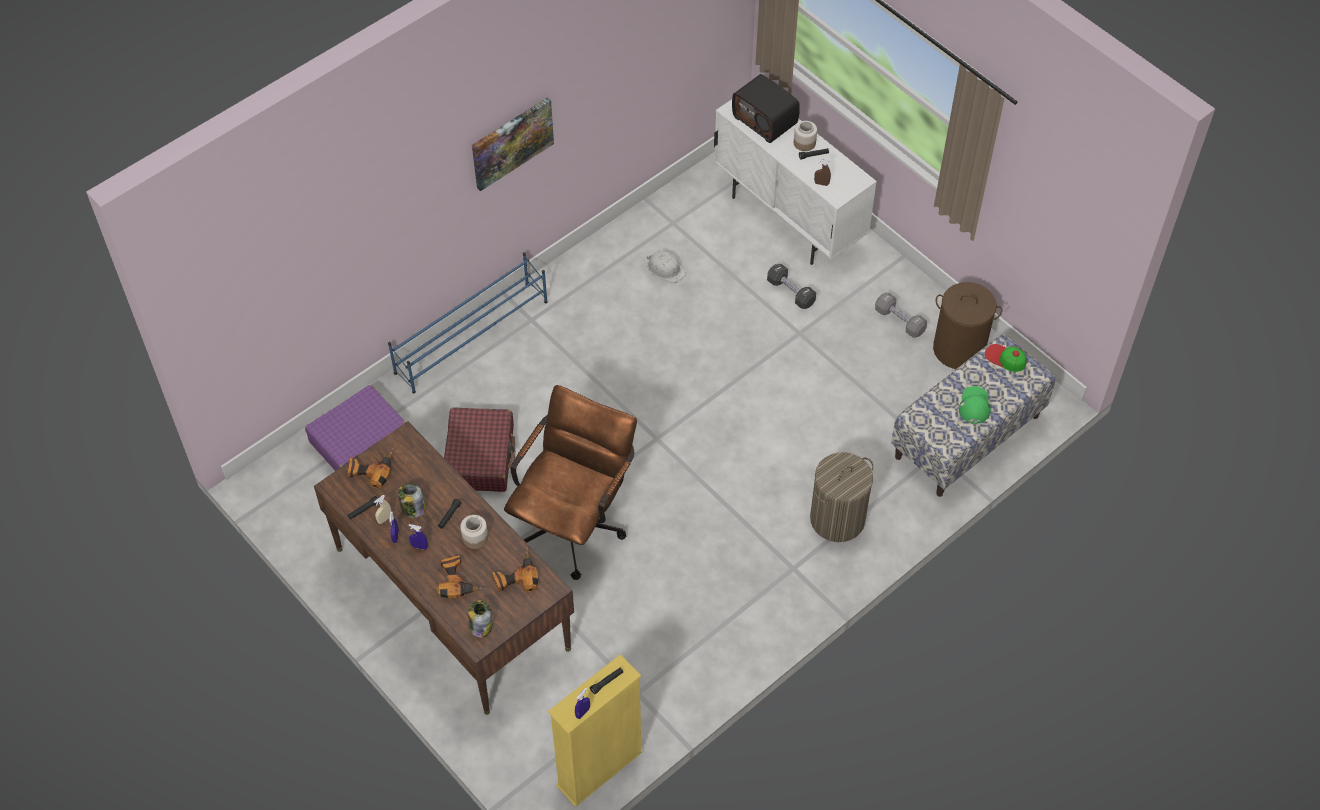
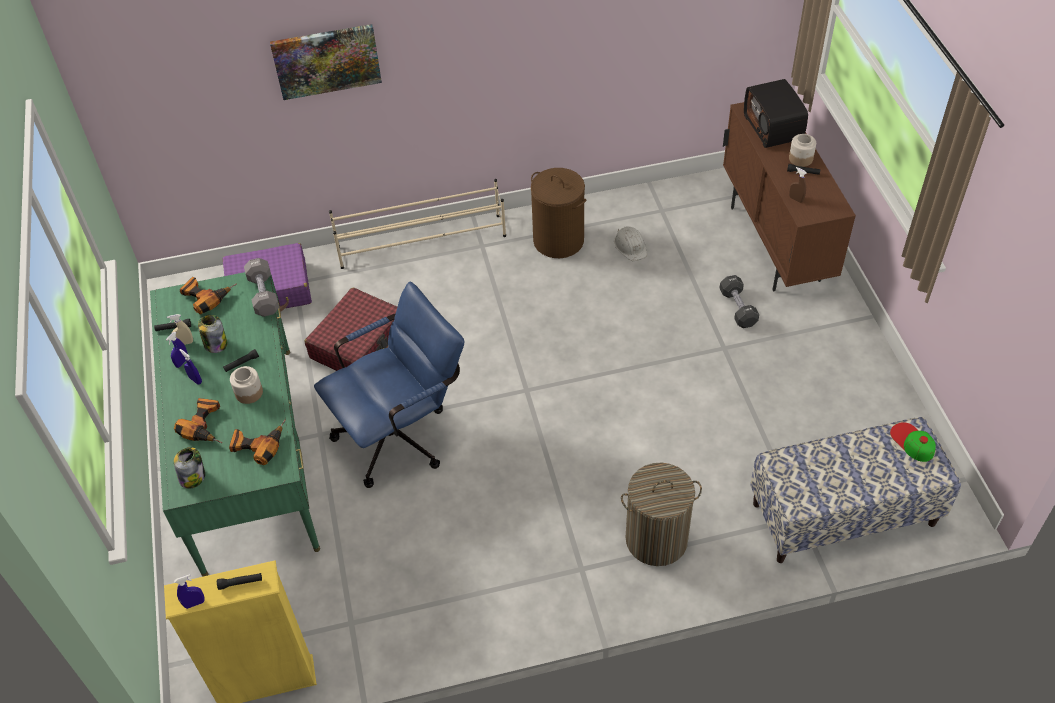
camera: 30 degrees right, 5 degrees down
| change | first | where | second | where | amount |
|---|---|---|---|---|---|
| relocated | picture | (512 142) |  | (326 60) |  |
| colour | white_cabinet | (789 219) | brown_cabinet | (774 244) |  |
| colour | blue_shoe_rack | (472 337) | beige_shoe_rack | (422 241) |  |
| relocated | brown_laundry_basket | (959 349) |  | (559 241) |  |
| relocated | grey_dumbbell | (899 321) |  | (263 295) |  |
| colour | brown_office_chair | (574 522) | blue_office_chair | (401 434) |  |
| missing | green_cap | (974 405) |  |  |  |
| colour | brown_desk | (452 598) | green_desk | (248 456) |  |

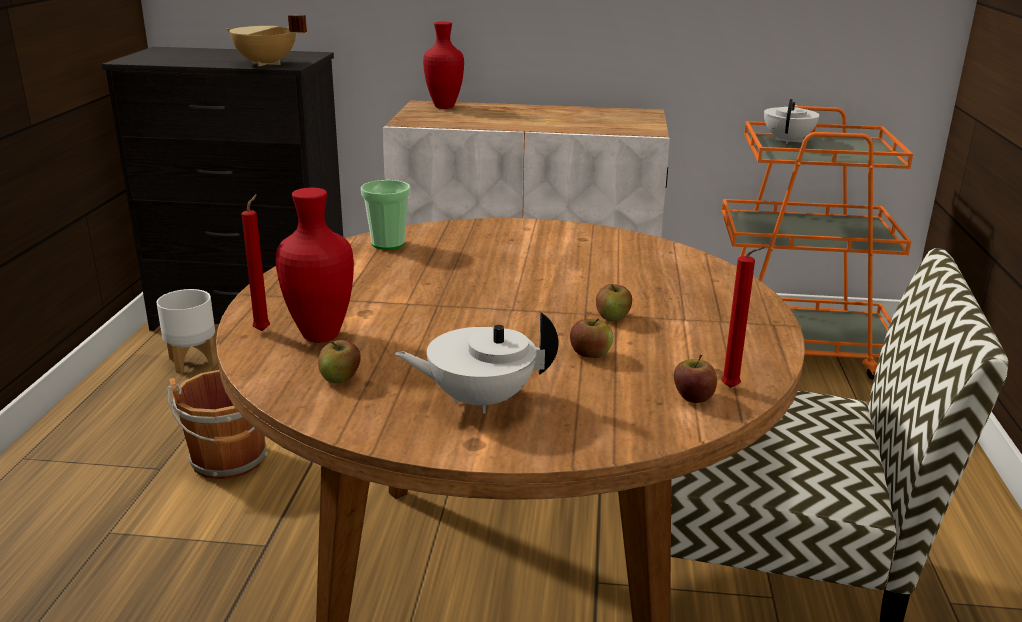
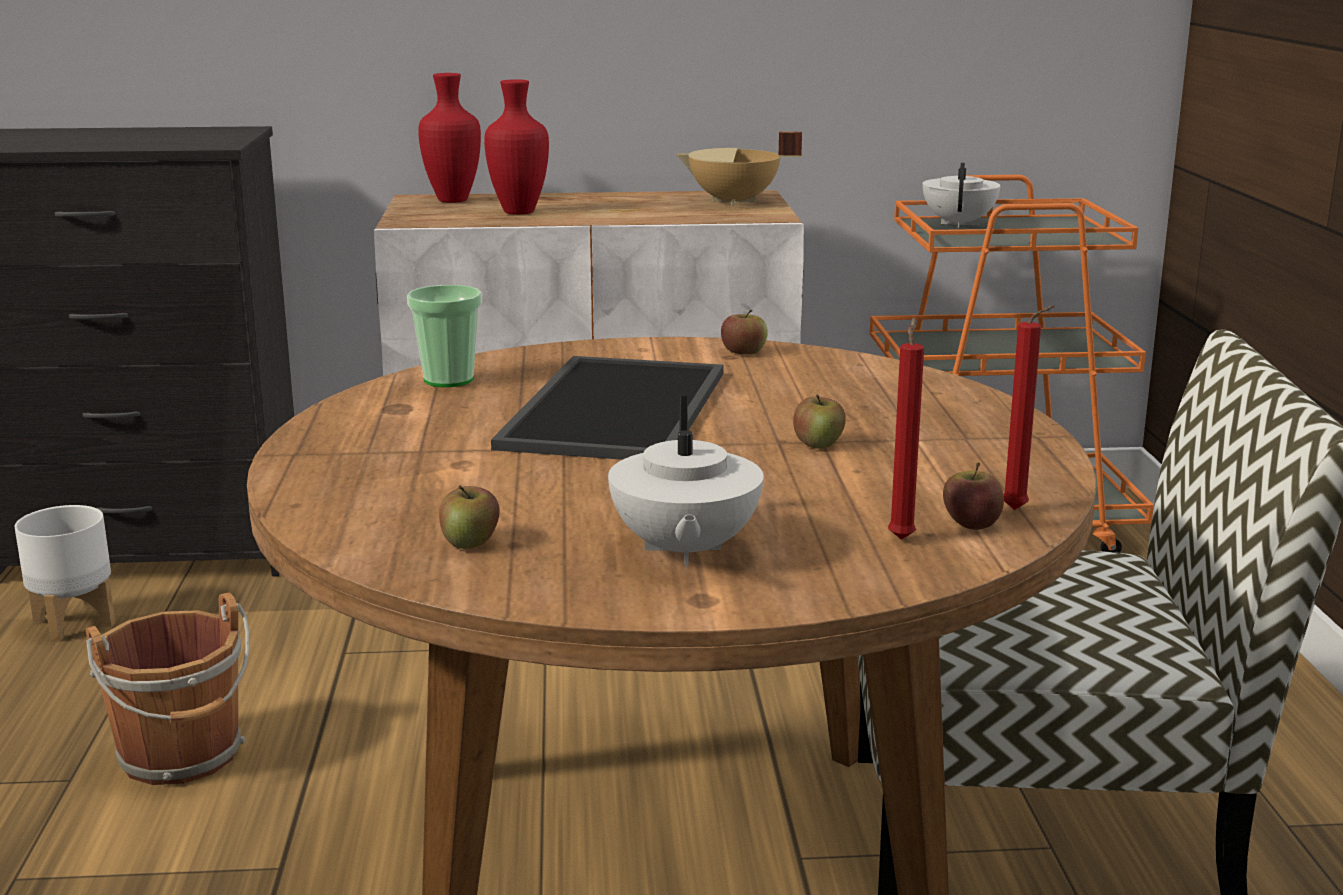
camera: 10 degrees left, 5 degrees down
| change | first | where | second | where | amount |
|---|---|---|---|---|---|
| relocated | beige_cooking_pot | (266 64) |  | (734 202) |  |
| relocated | red_vase | (320 335) |  | (517 212) |  |
| relocated | red_candle | (264 330) |  | (902 537) |  |
| spun | white_teapot | (479 400) |  | (683 551) | 75 degrees counterclockwise |
| relocated | apple | (590 353) |  | (744 352) |  |
| appeared |  |  | tray | (612 407) |  |

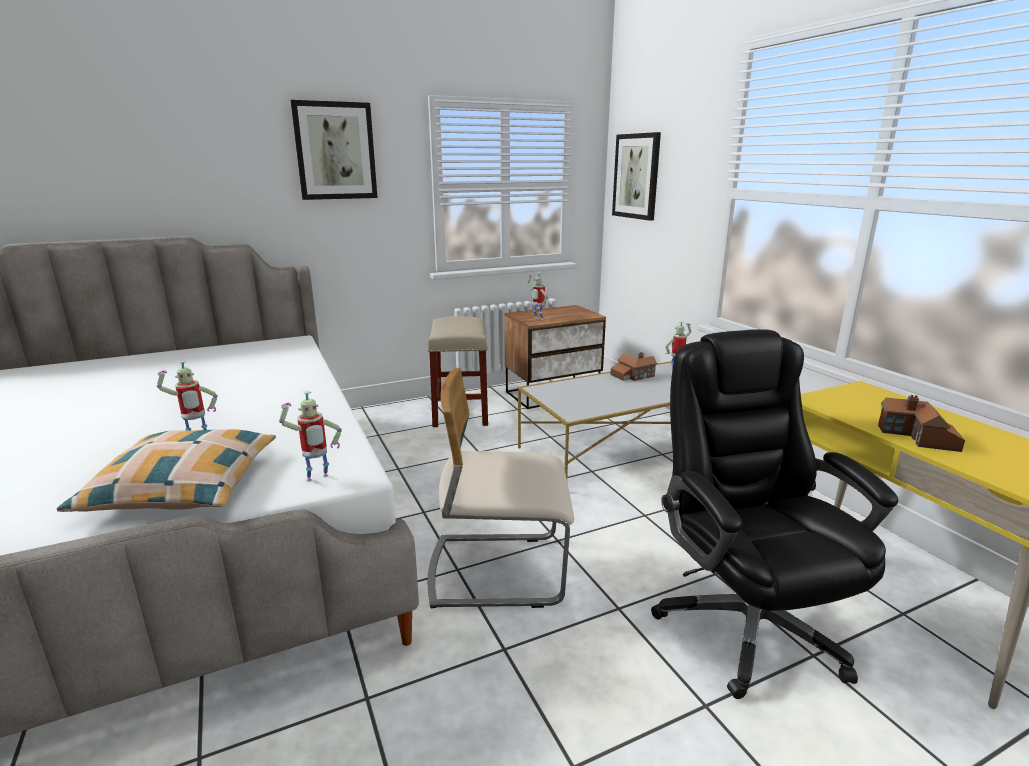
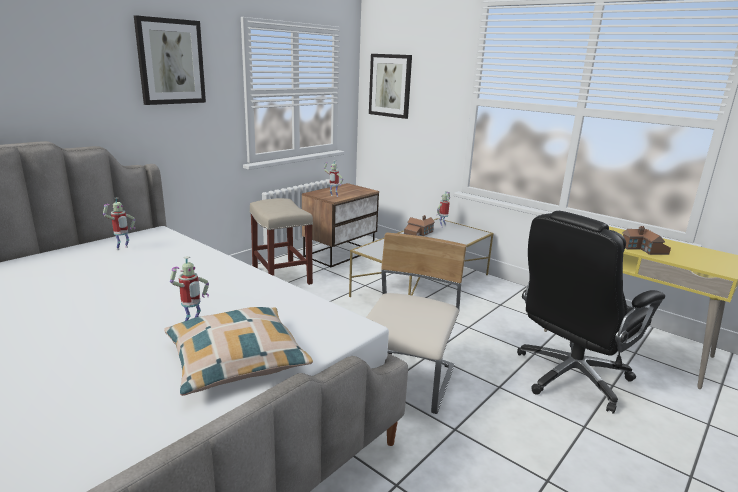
camera: 25 degrees left, 0 degrees up
| change | first | where | second | where | amount |
|---|---|---|---|---|---|
| spun | black_office_chair | (747 623) |  | (570 377) | 90 degrees counterclockwise |
| spun | beige_chair | (497 570) |  | (408 382) | 135 degrees clockwise |
| relocated | toy_robot | (317 479) |  | (123 249) |  |

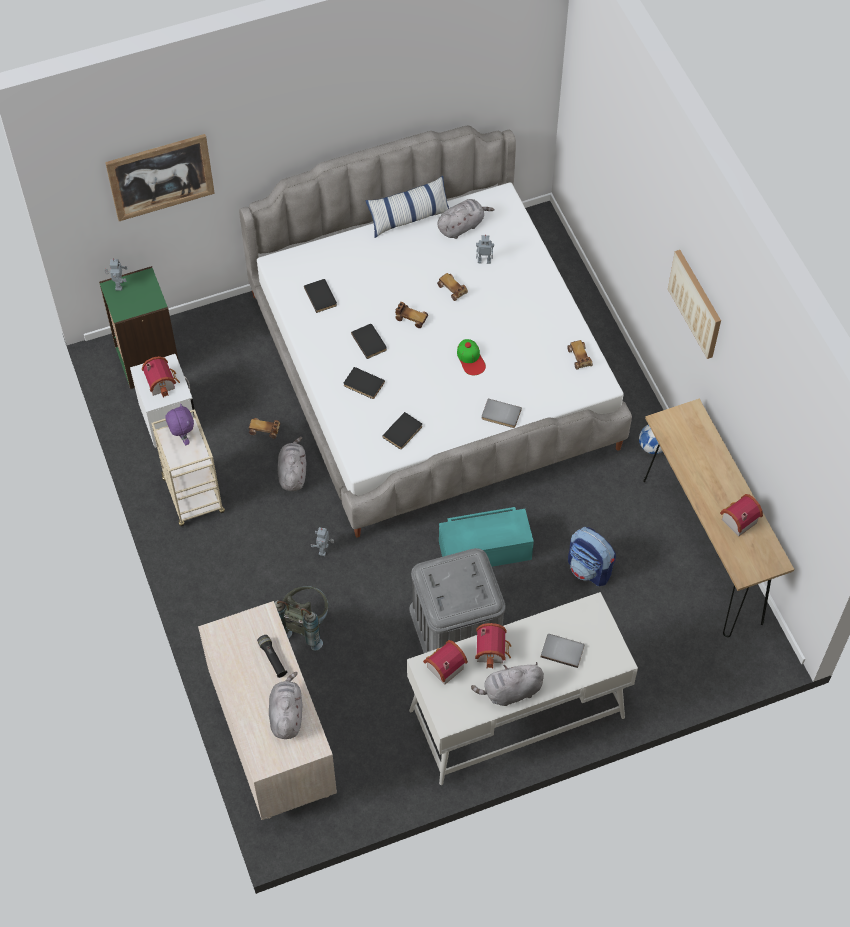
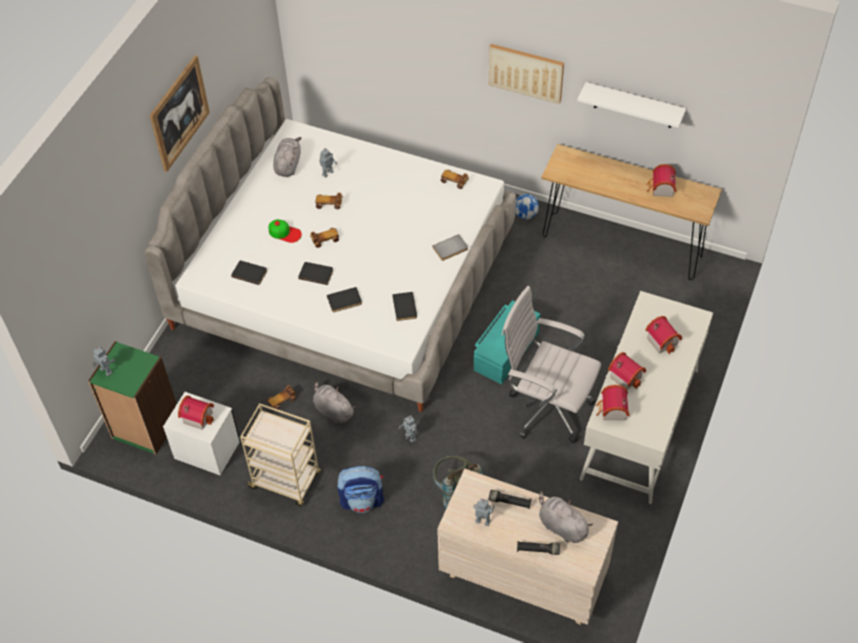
camera: 45 degrees left, 5 degrees down
| change | first | where | second | where | amount |
|---|---|---|---|---|---|
| relocated | picture | (160 177) |  | (179 113) |  |
| missing | pillow | (409 218) |  |  |  |
| relocated | cap | (471 359) |  | (285 233) |  |
| missing | purple_plush_toy | (182 438) |  |  |  |
| relocated | backpack | (590 569) |  | (362 500) |  |
| exchanged | grey_storage_box | (456 627) | white_office_chair | (546 408) |  |
| exchanged | grey_book | (562 650) | toy_house | (663 340) |  |
| missing | grey_plush_toy | (510 692) |  |  |  |
| appeared |  |  | white_shelf | (633 106) |  |
| appeared |  |  | toy_robot | (482 522) |  |
| appeared |  |  | black_flashlight | (538 550) |  |

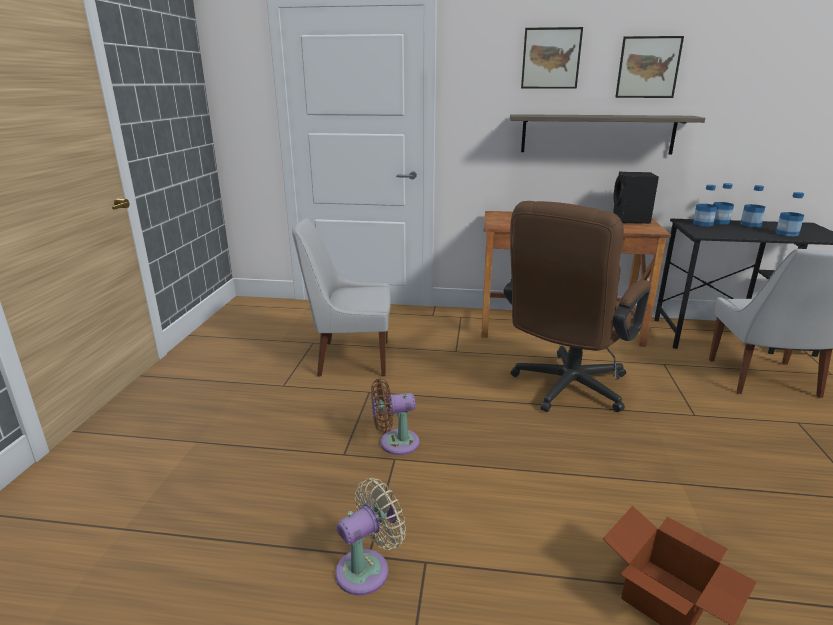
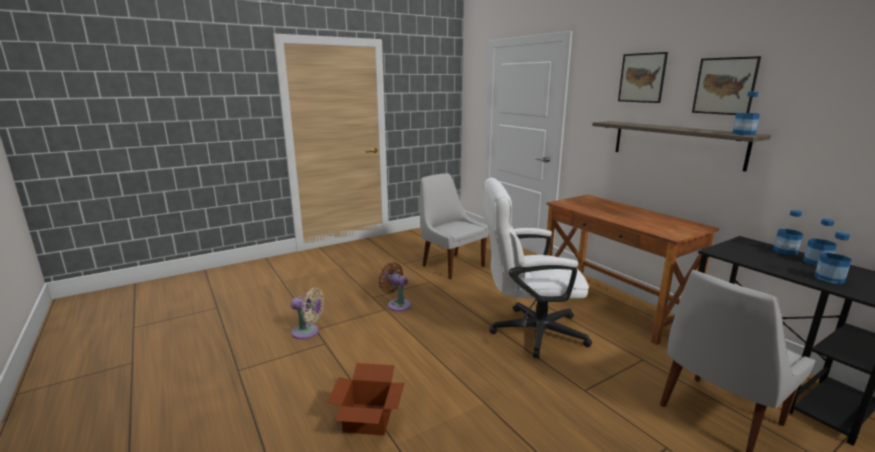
camera: 50 degrees right, 5 degrees down
| change | first | where | second | where | amount |
|---|---|---|---|---|---|
| missing | black_speaker | (630 220) |  |  |  |
| relocated | bottle | (702 224) |  | (743 134) |  |
| colour | brown_office_chair | (565 390) | white_office_chair | (528 332) |  |

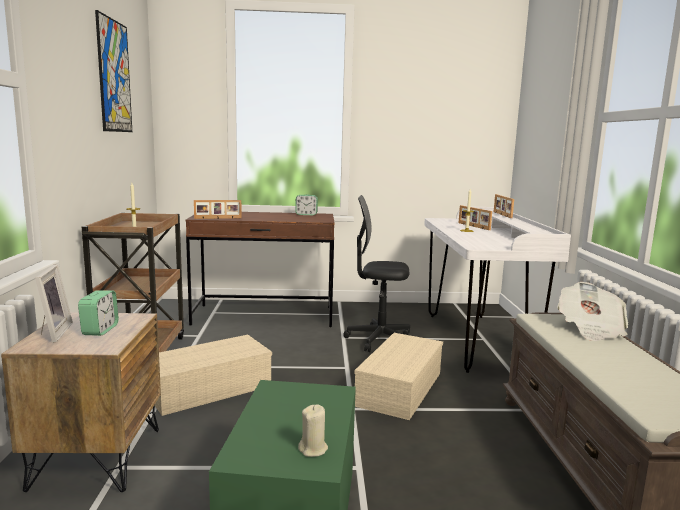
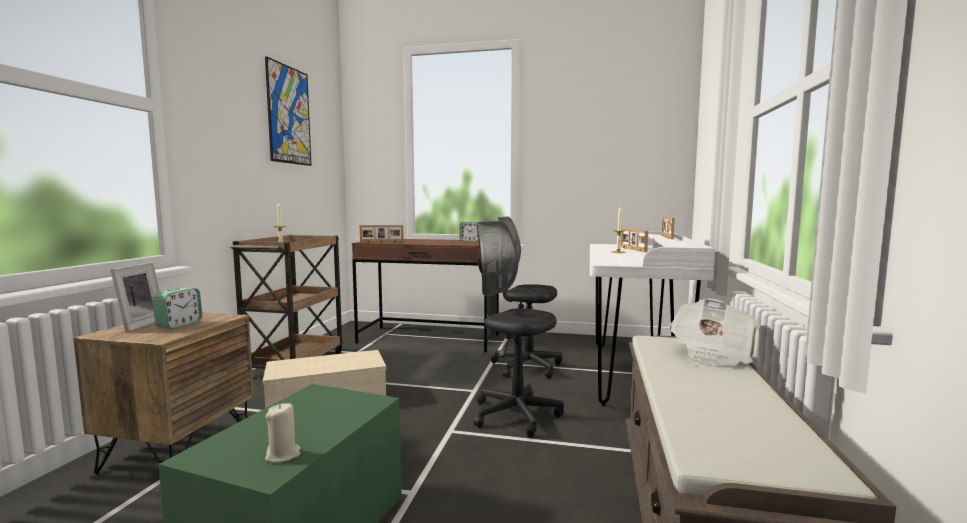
camera: 15 degrees right, 5 degrees down
| change | first | where | second | where | amount |
|---|---|---|---|---|---|
| exchanged | beige_storage_box | (399 388) | black_office_chair | (515 415) |  |

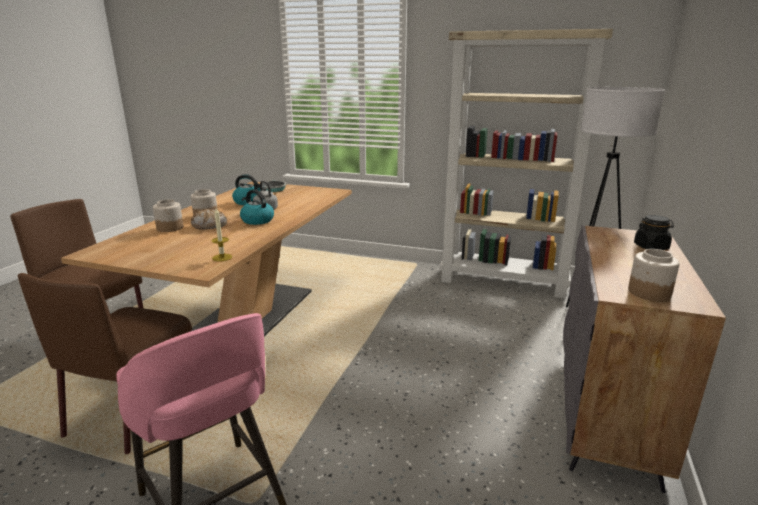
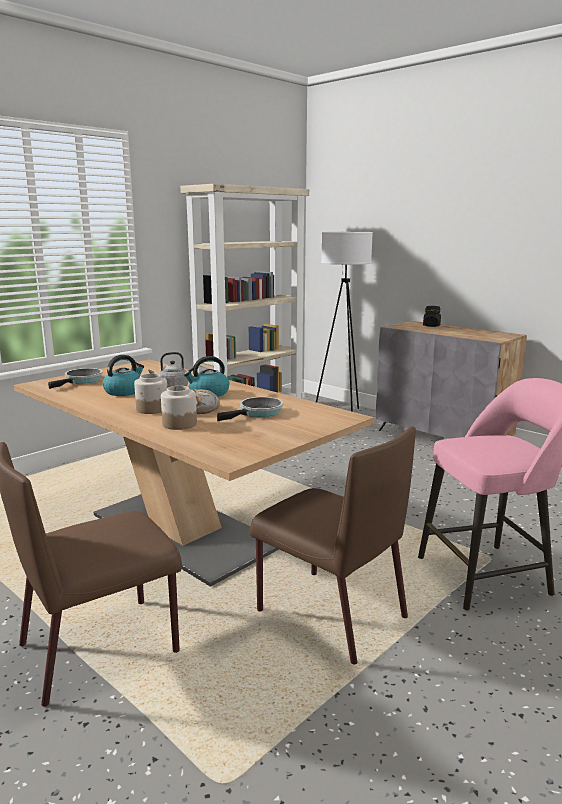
camera: 65 degrees left, 5 degrees down
| change | first | where | second | where | amount |
|---|---|---|---|---|---|
| missing | candle | (222 257) |  |  |  |
| missing | jar | (648 292) |  |  |  |
| appeared |  |  | frying_pan | (258 413) |  |

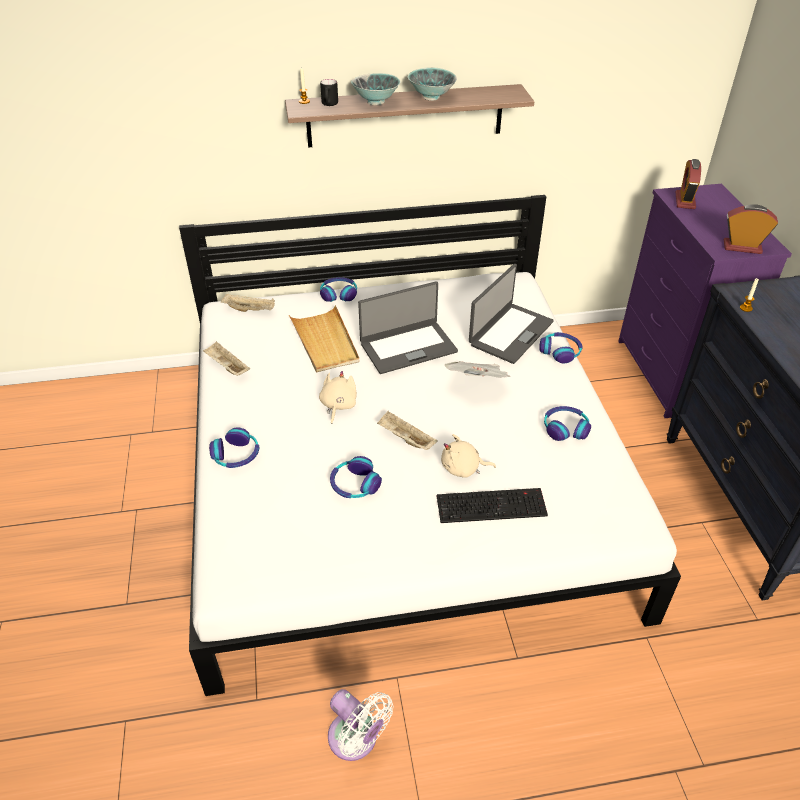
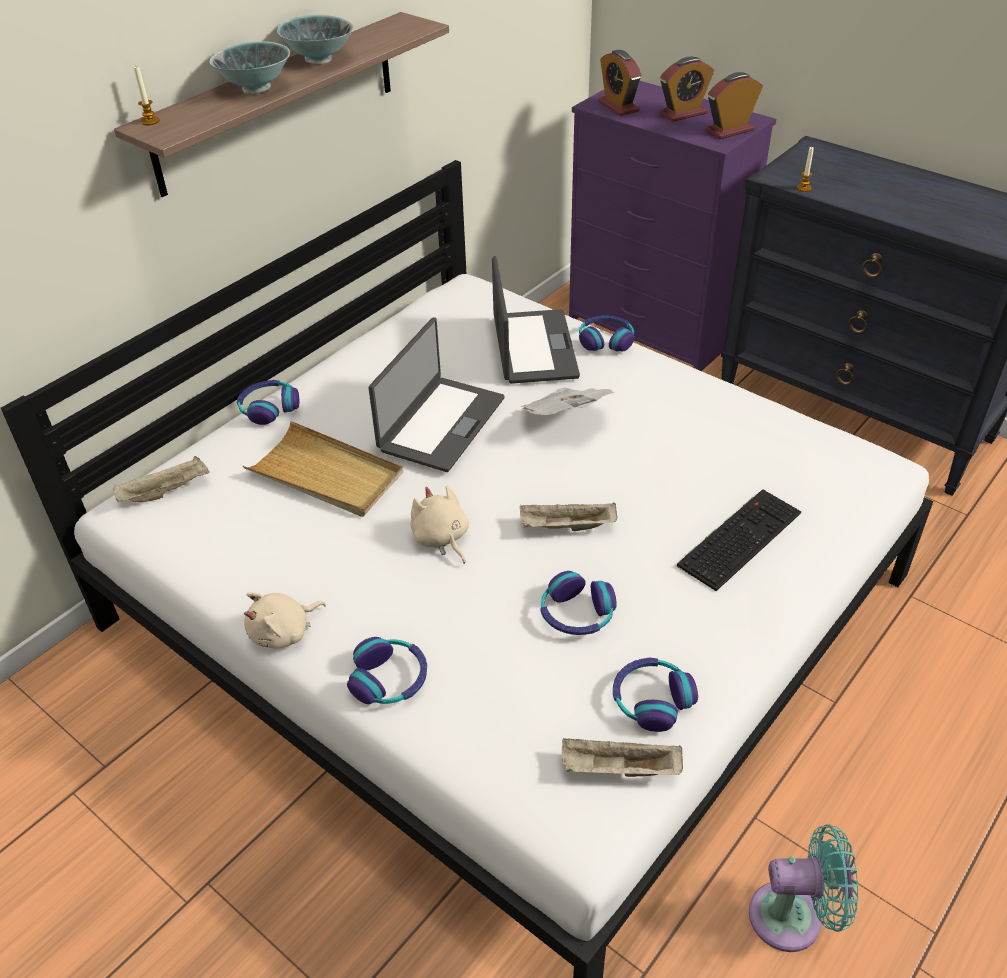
camera: 40 degrees left, 0 degrees up
| change | first | where | second | where | amount |
|---|---|---|---|---|---|
| missing | black_mug | (329 105) |  |  |  |
| relocated | beige_tray | (227 367) |  | (618 770) |  |
| relocated | headphones | (565 428) |  | (651 700) |  |
| relocated | beige_plush_toy | (463 468) |  | (284 632) |  |
| colour | white_fan | (356 740) | turquoise_fan | (793 917) |  |
| appeared |  |  | alarm_clock | (683 113) |  |

